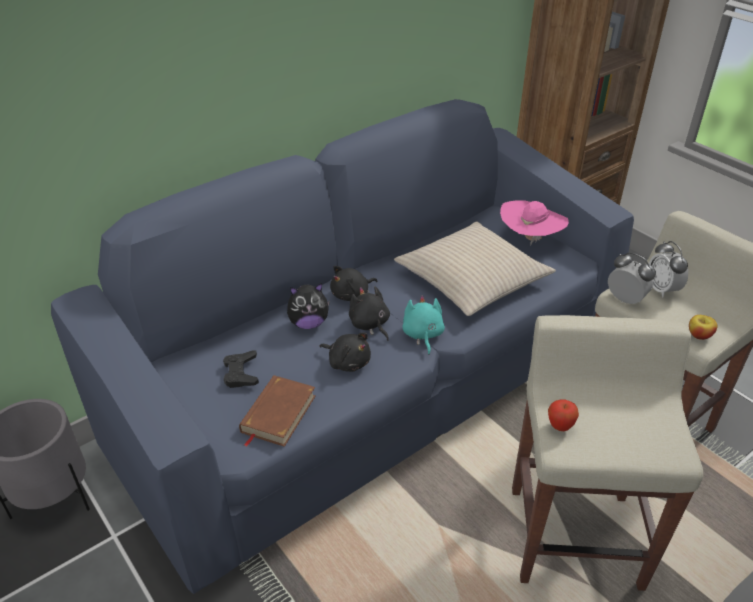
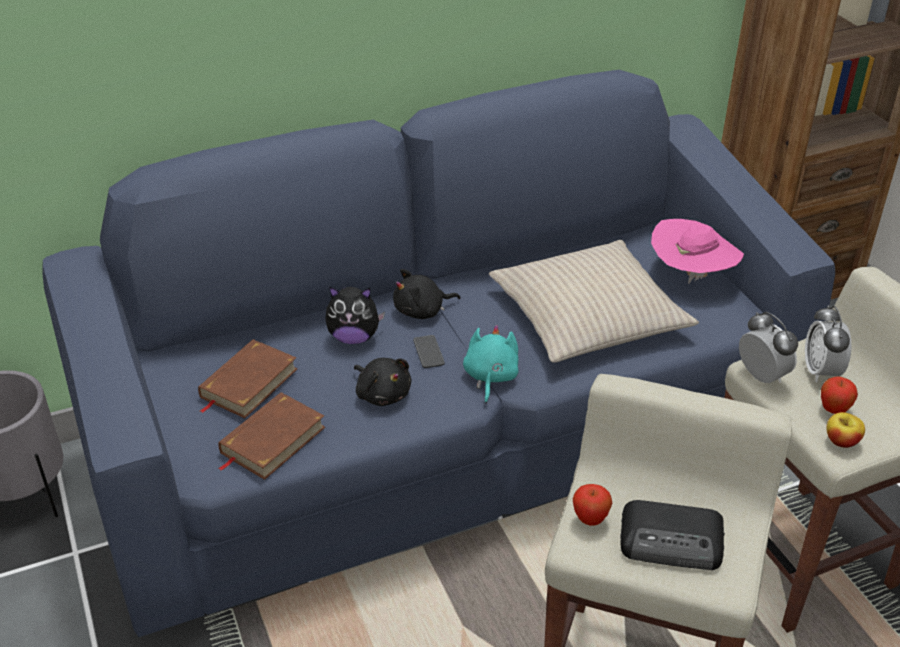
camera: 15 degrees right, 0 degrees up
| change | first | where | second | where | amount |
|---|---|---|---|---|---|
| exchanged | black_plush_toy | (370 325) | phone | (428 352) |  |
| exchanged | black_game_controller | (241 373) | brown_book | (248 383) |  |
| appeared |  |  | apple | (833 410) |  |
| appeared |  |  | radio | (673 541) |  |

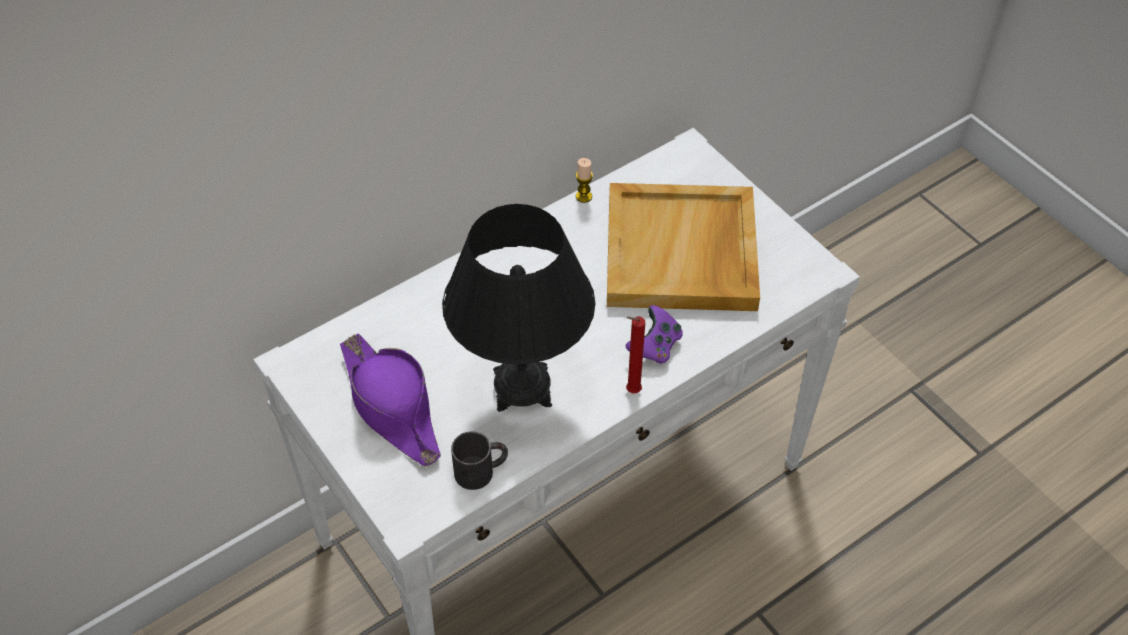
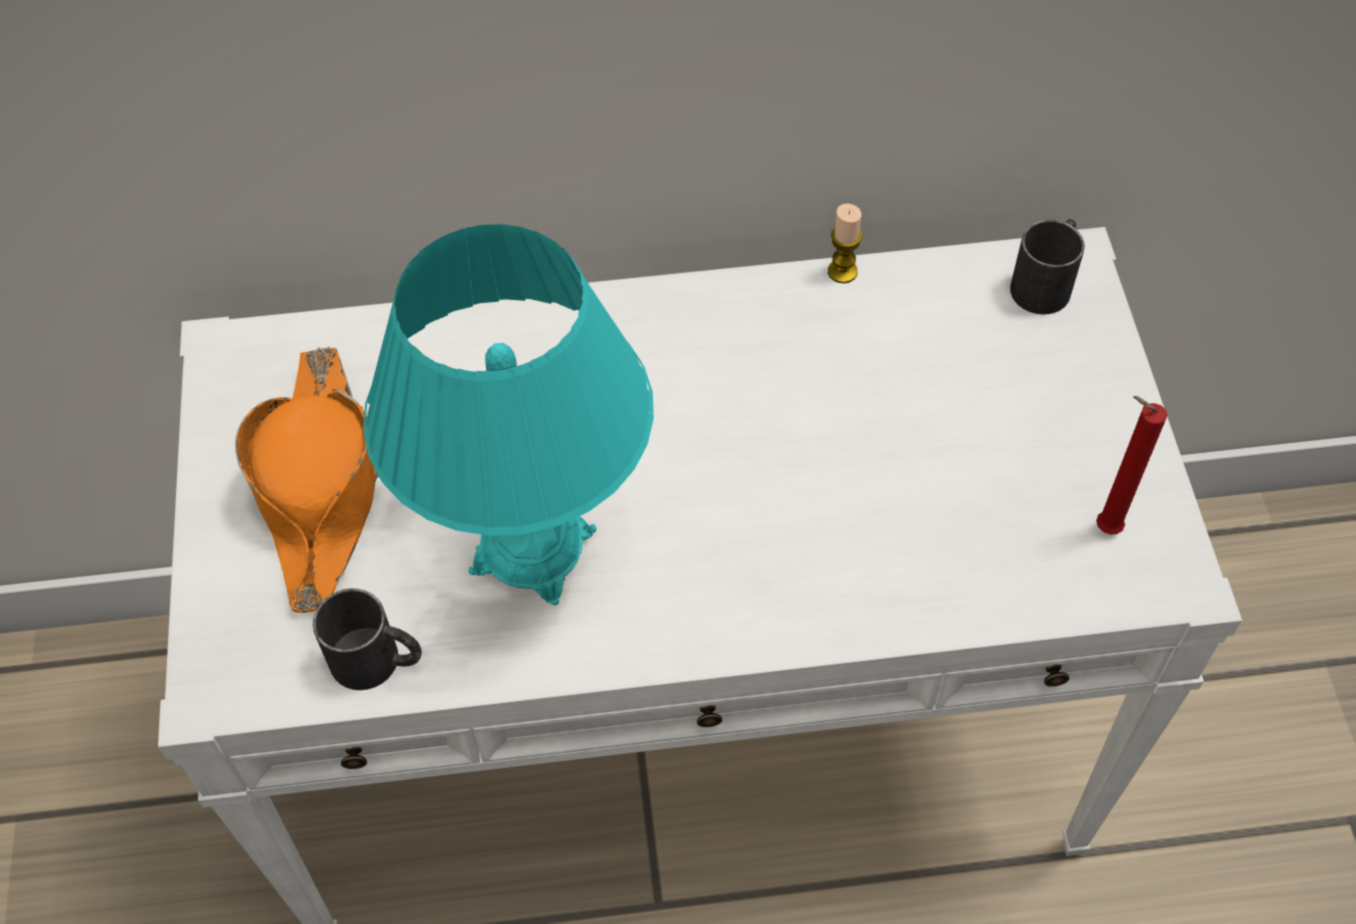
camera: 30 degrees right, 5 degrees up
| change | first | where | second | where | amount |
|---|---|---|---|---|---|
| missing | beige_tray | (682 253) |  |  |  |
| colour | black_table_lamp | (522 387) | turquoise_table_lamp | (533 551) |  |
| missing | purple_game_controller | (655 346) |  |  |  |
| relocated | red_candle | (631 391) |  | (1103 528) |  |
| colour | purple_hat | (391 406) | orange_hat | (319 487) |  |
| appeared |  |  | black_mug | (1046 281) |  |

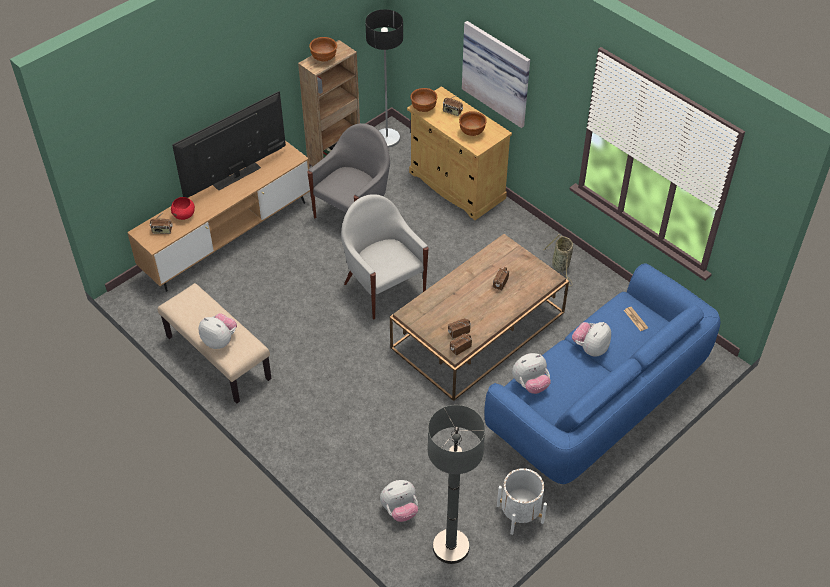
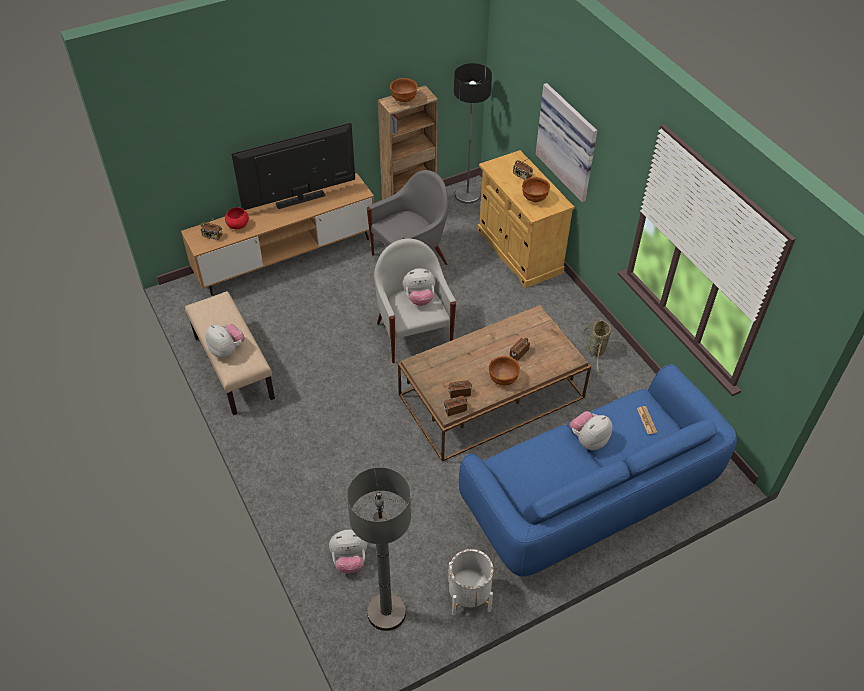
camera: 15 degrees right, 0 degrees up
| change | first | where | second | where | amount |
|---|---|---|---|---|---|
| relocated | brown_bowl | (424 108) |  | (503 379) |  |
| relocated | plush_toy | (530 384) |  | (419 298) |  |

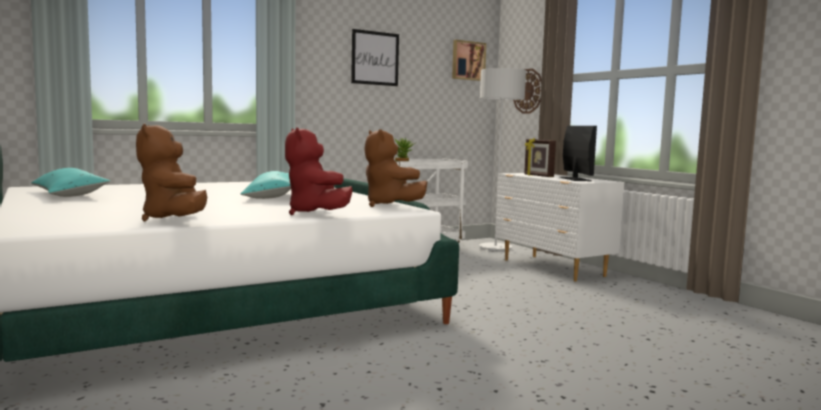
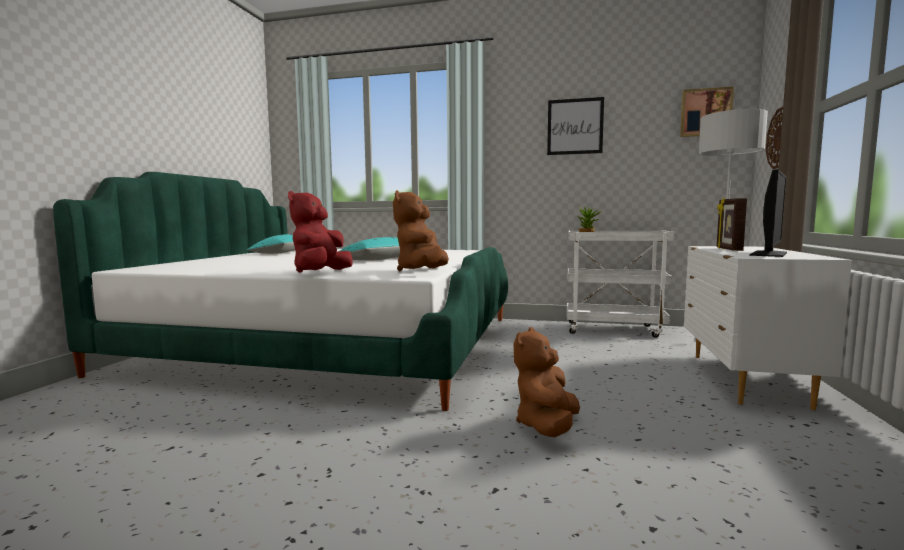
camera: 45 degrees right, 0 degrees up
| change | first | where | second | where | amount |
|---|---|---|---|---|---|
| relocated | brown_plush_toy | (174 220) |  | (547 426) |  |

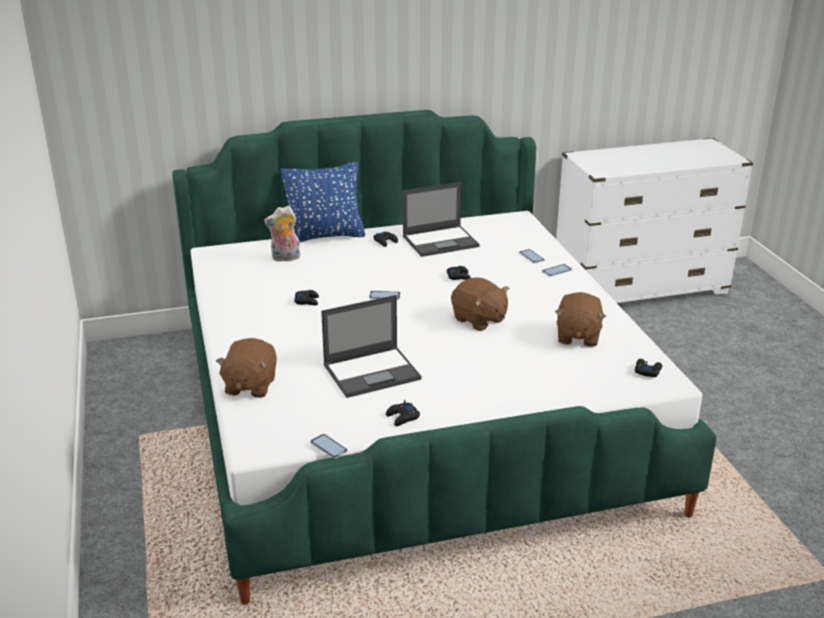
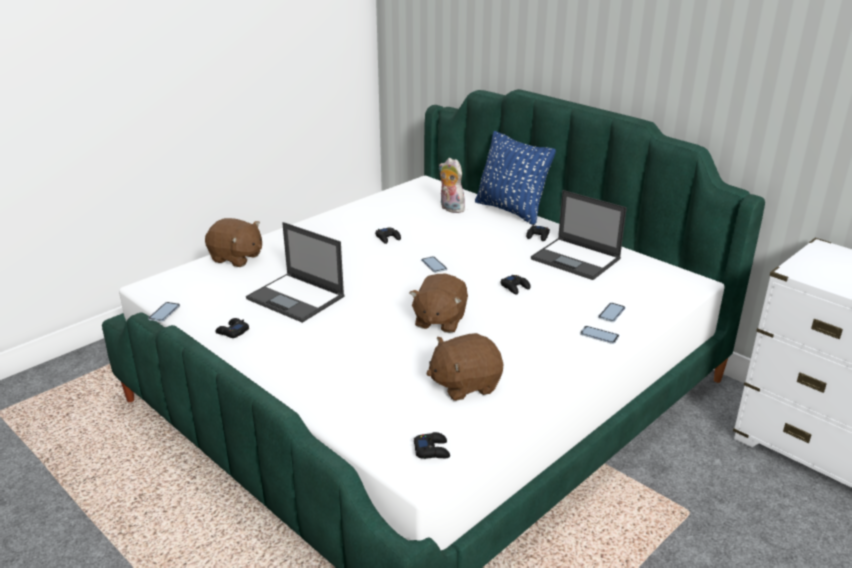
camera: 60 degrees right, 0 degrees up
| change | first | where | second | where | amount |
|---|---|---|---|---|---|
| spun | brown_plush_toy | (250 385) |  | (236 258) | 135 degrees counterclockwise |

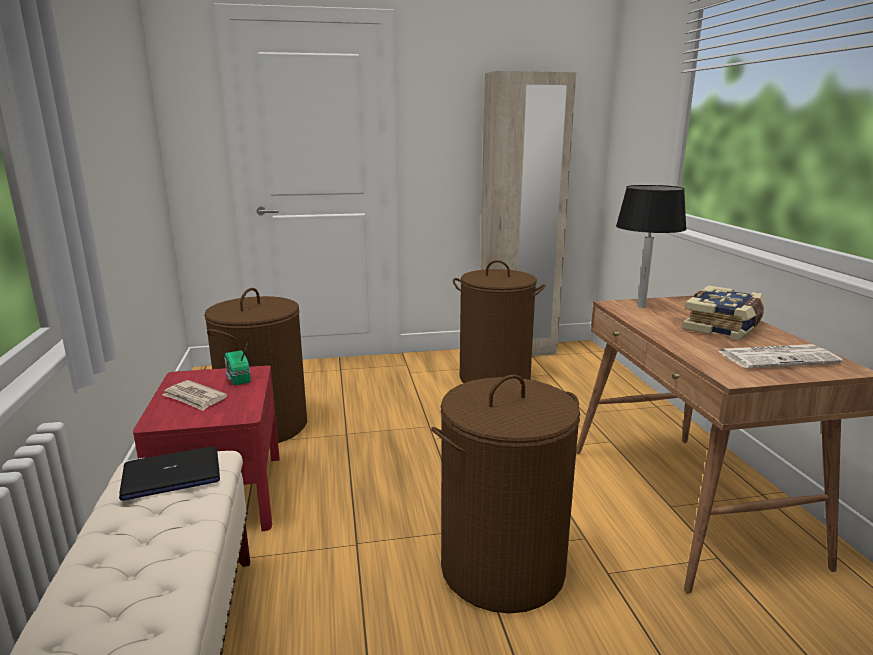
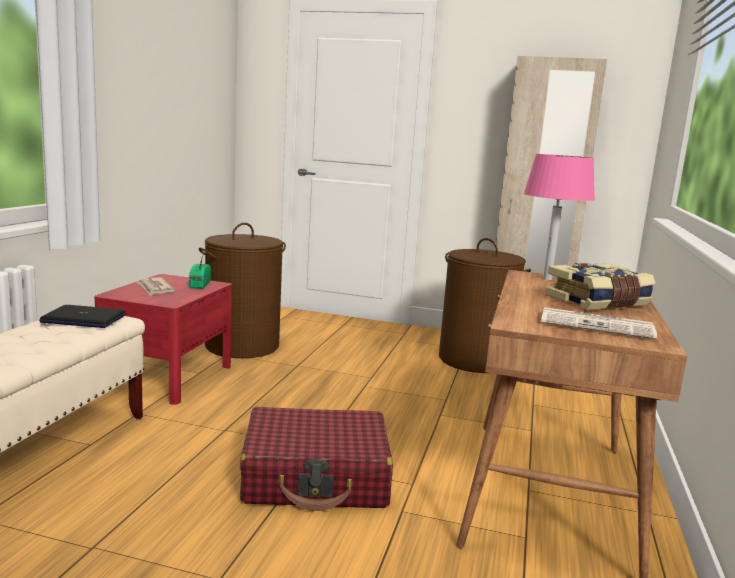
camera: 25 degrees right, 5 degrees down
| change | first | where | second | where | amount |
|---|---|---|---|---|---|
| colour | black_table_lamp | (641 306) | pink_table_lamp | (547 279) |  |
| exchanged | brown_laundry_basket | (502 567) | red_suitcase | (316 478) |  |

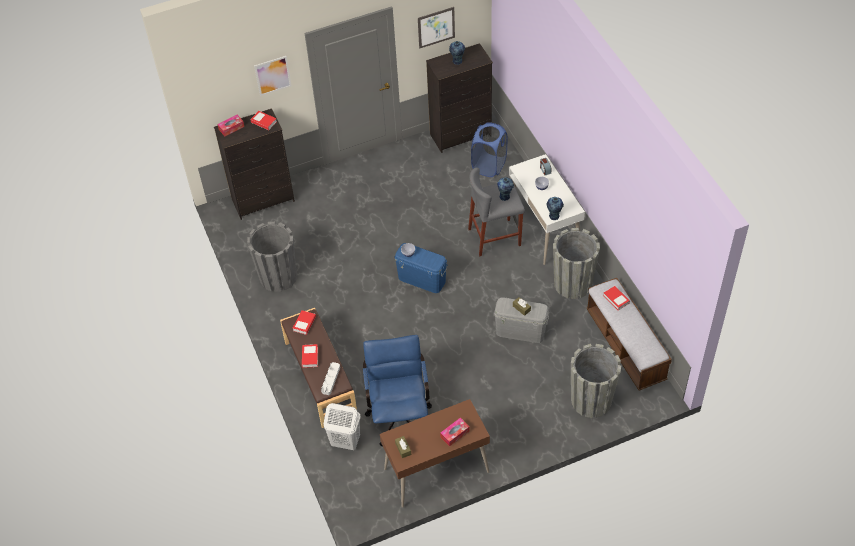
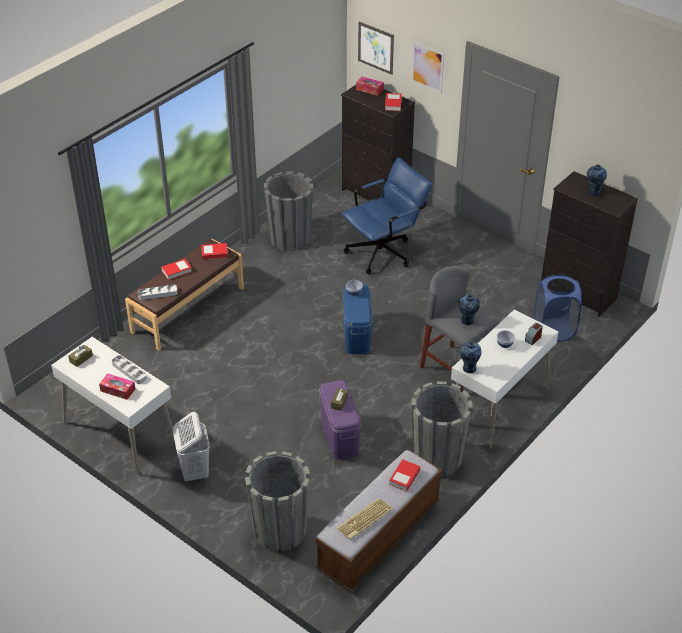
camera: 60 degrees right, 10 degrees down
| change | first | where | second | where | amount |
|---|---|---|---|---|---|
| relocated | picture | (436 27) |  | (375 48) |  |
| colour | grey_storage_box | (520 331) | purple_storage_box | (340 436) |  |
| relocated | blue_office_chair | (399 414) |  | (384 251) |  |
| colour | brown_desk | (436 471) | white_desk | (119 432) |  |
| relocated | white_laundry_basket | (345 441) |  | (194 471) |  |
| appeared |  |  | grey_tray | (129 371) |  |
| appeared |  |  | keyboard | (364 520) |  |

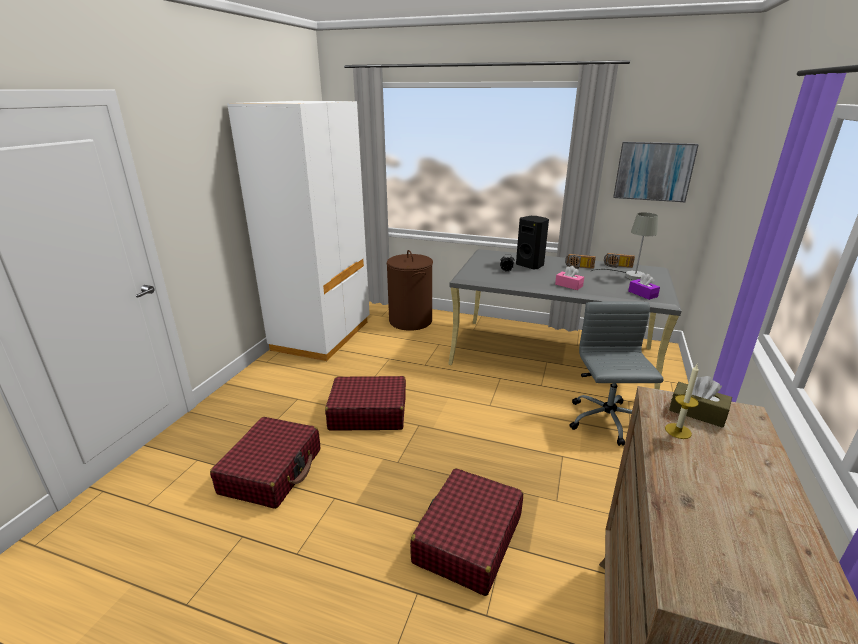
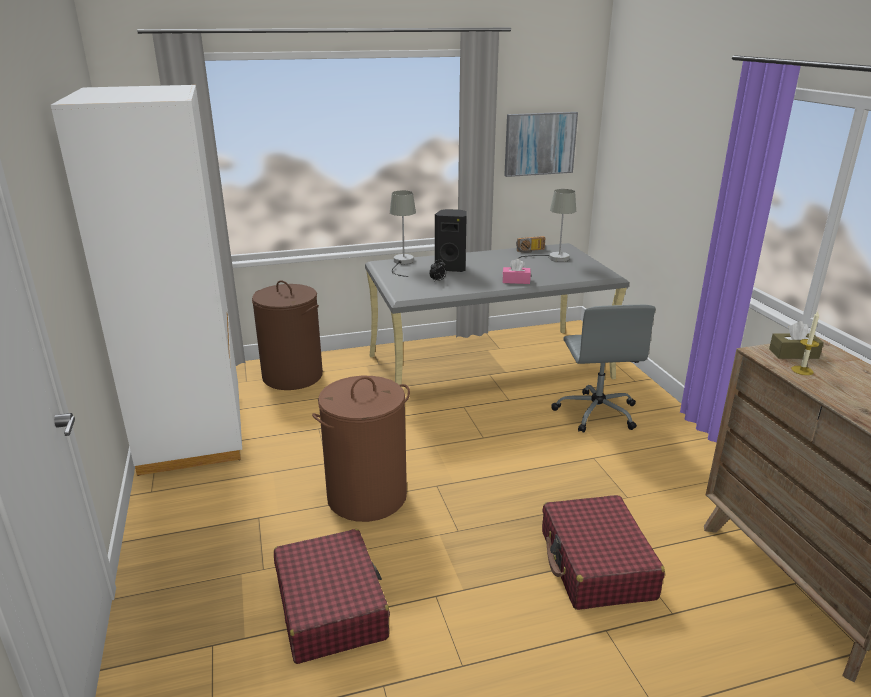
camera: 35 degrees left, 0 degrees up
| change | first | where | second | where | amount |
|---|---|---|---|---|---|
| missing | radio | (579 267) |  |  |  |
| missing | purple_tissue_box | (642 294) |  |  |  |
| spun | grey_office_chair | (607 421) |  | (596 412) | 150 degrees counterclockwise |
| exchanged | red_suitcase | (368 413) | brown_laundry_basket | (367 497) |  |
| appeared |  |  | grey_table_lamp | (402 263) |  |

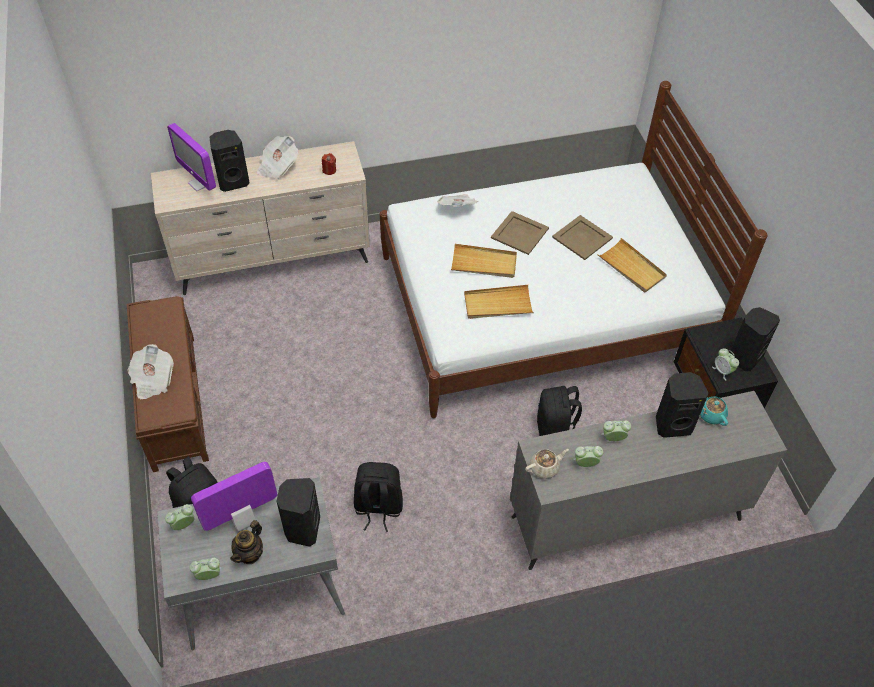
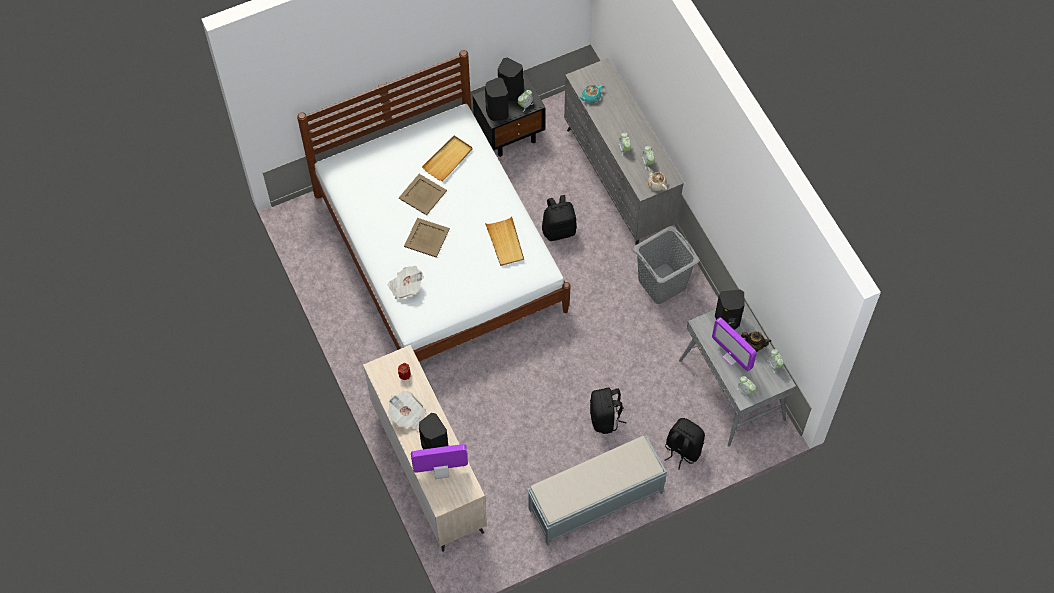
camera: 100 degrees left, 10 degrees up
| change | first | where | second | where | amount |
|---|---|---|---|---|---|
| spun | monitor | (200 183) |  | (441 472) | 135 degrees counterclockwise |
| missing | beige_tray | (484 263) |  |  |  |
| colour | brown_bench | (174 400) | grey_bench | (594 501) |  |
| missing | newspaper | (152 380) |  |  |  |
| relocated | black_speaker | (672 424) |  | (496 112) |  |
| relocated | black_backpack | (378 507) |  | (605 418) |  |
| appeared |  |  | grey_laundry_basket | (662 283) |  |

